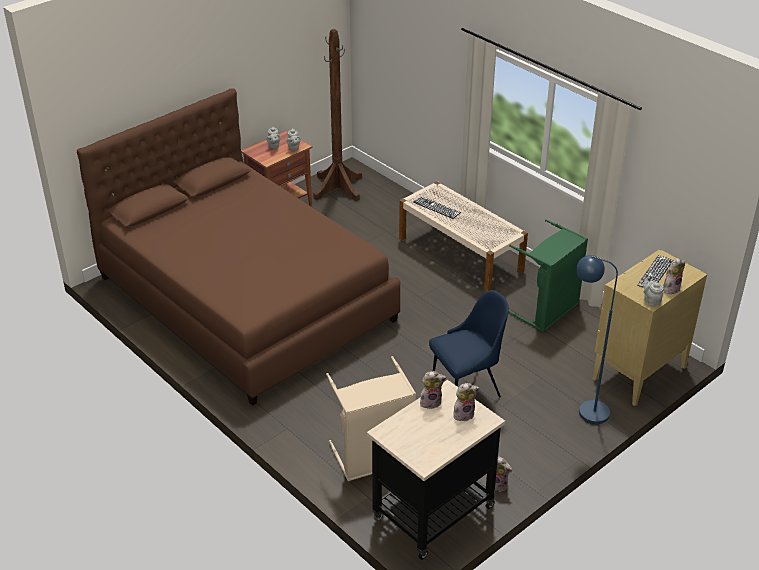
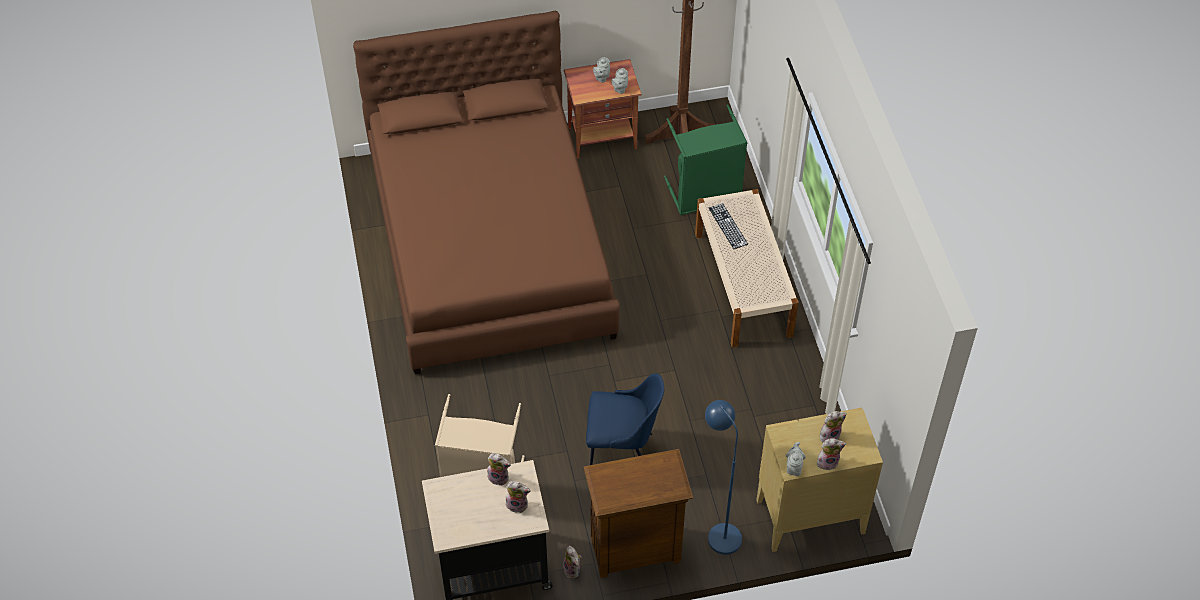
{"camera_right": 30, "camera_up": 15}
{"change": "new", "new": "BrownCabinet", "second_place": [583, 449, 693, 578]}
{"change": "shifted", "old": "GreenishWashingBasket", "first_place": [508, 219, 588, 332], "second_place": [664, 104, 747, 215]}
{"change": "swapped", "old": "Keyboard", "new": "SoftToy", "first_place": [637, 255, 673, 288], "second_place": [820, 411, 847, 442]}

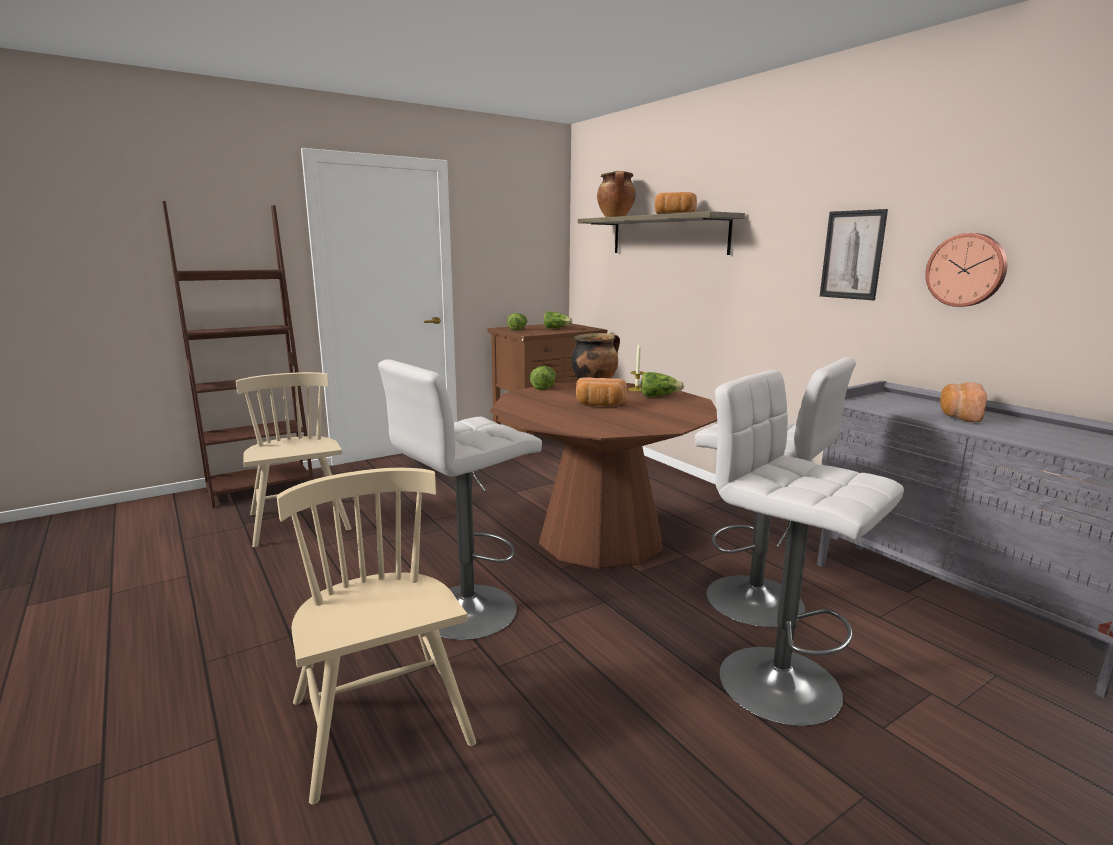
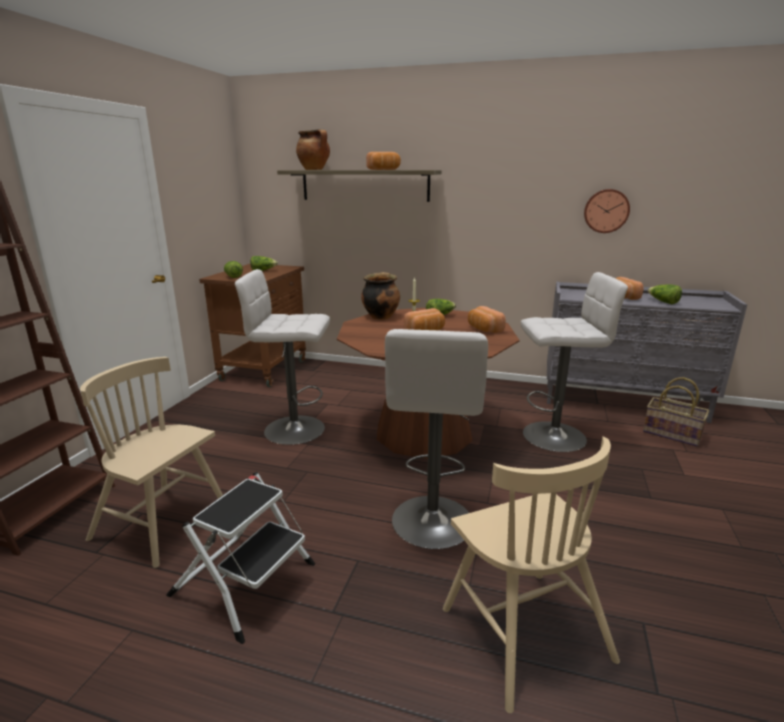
{"camera_right": -40, "camera_up": 5}
{"change": "gone", "old": "WallArt", "first_place": [820, 209, 888, 300]}
{"change": "new", "new": "StepStool", "second_place": [166, 472, 315, 644]}
{"change": "new", "new": "Bread", "second_place": [468, 306, 506, 333]}
{"change": "new", "new": "Basket", "second_place": [643, 377, 709, 447]}
{"change": "shifted", "old": "HeadOfLettuce", "first_place": [530, 366, 556, 390], "second_place": [647, 285, 682, 304]}
{"change": "shifted", "old": "WhitishStool", "first_place": [715, 370, 904, 726], "second_place": [235, 269, 330, 445]}
{"change": "rotated", "old": "SandColouredChair", "first_place": [277, 468, 476, 805], "second_place": [443, 436, 620, 713], "degrees": -135}

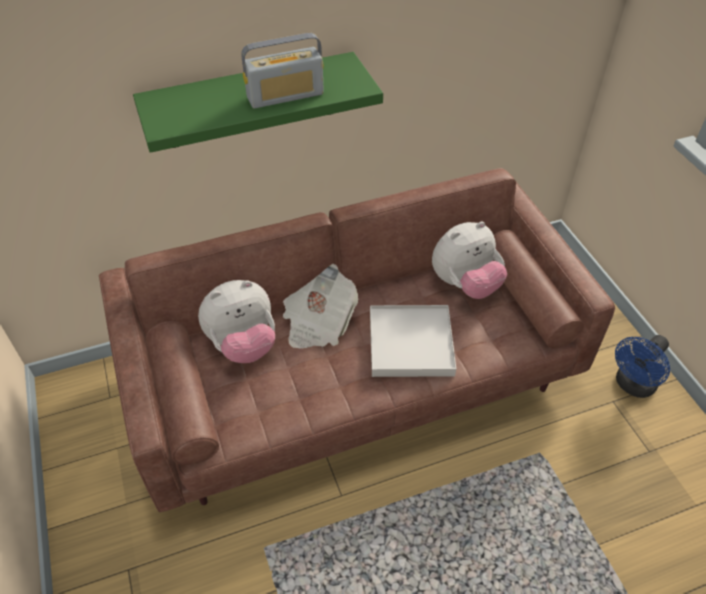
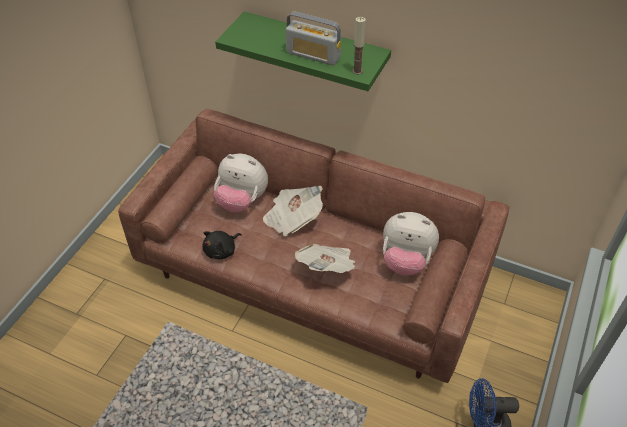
{"camera_right": 45, "camera_up": 0}
{"change": "new", "new": "BlackColouredSoftToy", "second_place": [202, 231, 242, 259]}
{"change": "new", "new": "WaxLight", "second_place": [352, 17, 366, 74]}
{"change": "swapped", "old": "WhitishCarryingTray", "new": "DailyPaper", "first_place": [370, 305, 456, 377], "second_place": [295, 244, 355, 273]}

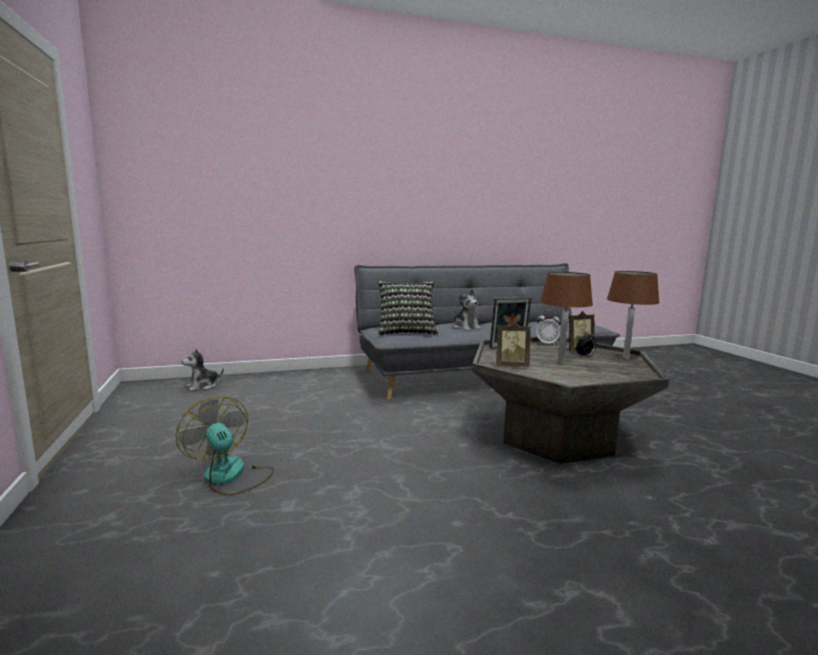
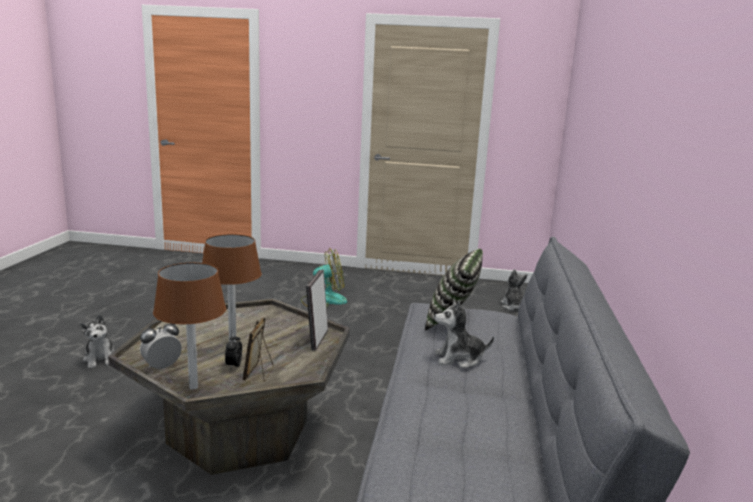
{"camera_right": 115, "camera_up": 5}
{"change": "gone", "old": "StandingFrame", "first_place": [496, 321, 531, 367]}
{"change": "new", "new": "SoftToy", "second_place": [79, 314, 114, 368]}
{"change": "shifted", "old": "TableClock", "first_place": [536, 311, 561, 346], "second_place": [140, 320, 182, 369]}

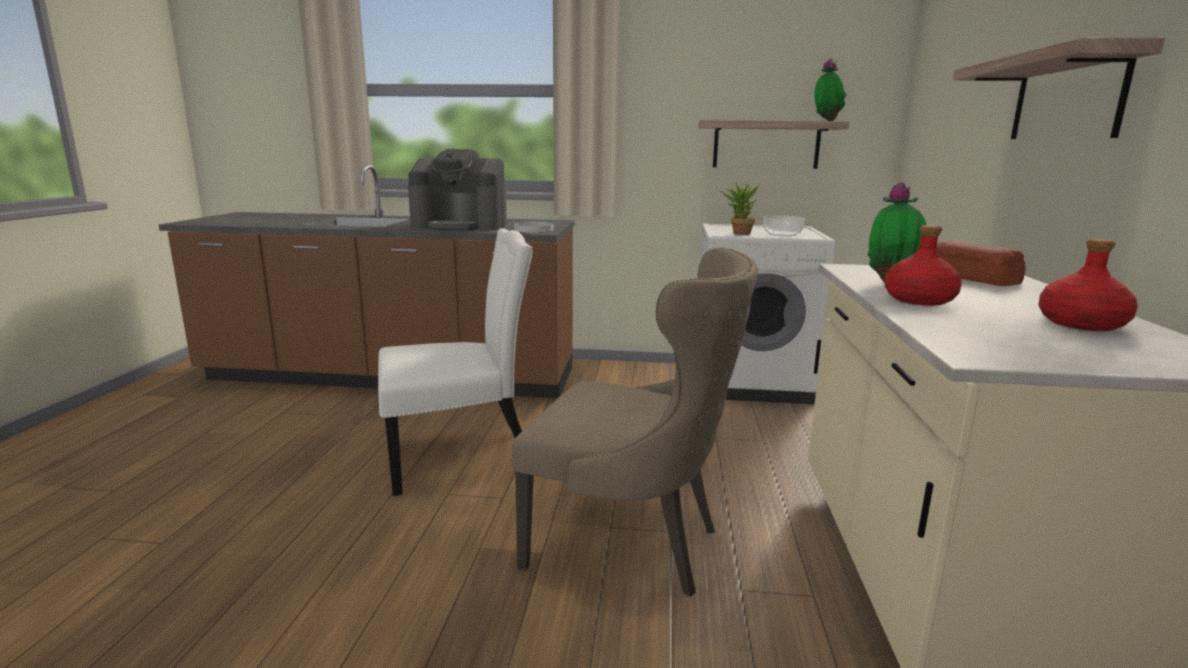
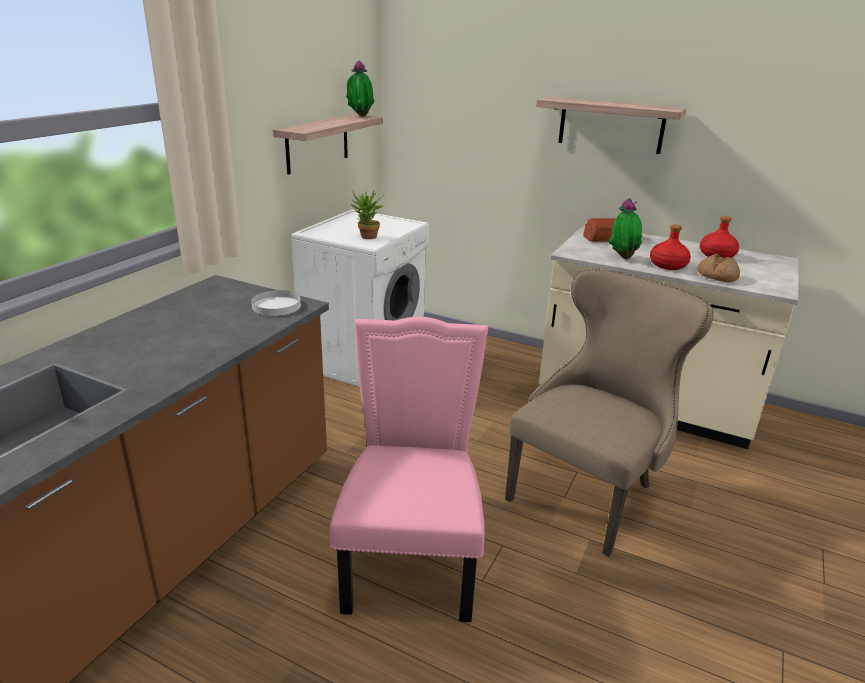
{"camera_right": -70, "camera_up": 10}
{"change": "gone", "old": "CoffeeBrewer", "first_place": [408, 149, 507, 231]}
{"change": "gone", "old": "DeepDish", "first_place": [764, 215, 805, 236]}
{"change": "new", "new": "Bread", "second_place": [697, 254, 740, 282]}
{"change": "repainted", "old": "WhitishChair", "new": "PinkColouredChair", "first_place": [378, 228, 532, 496], "second_place": [330, 316, 488, 622]}

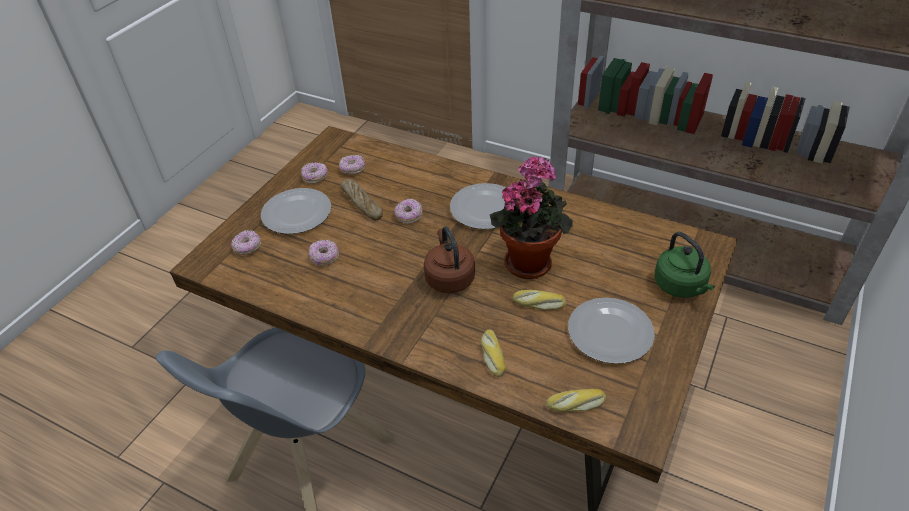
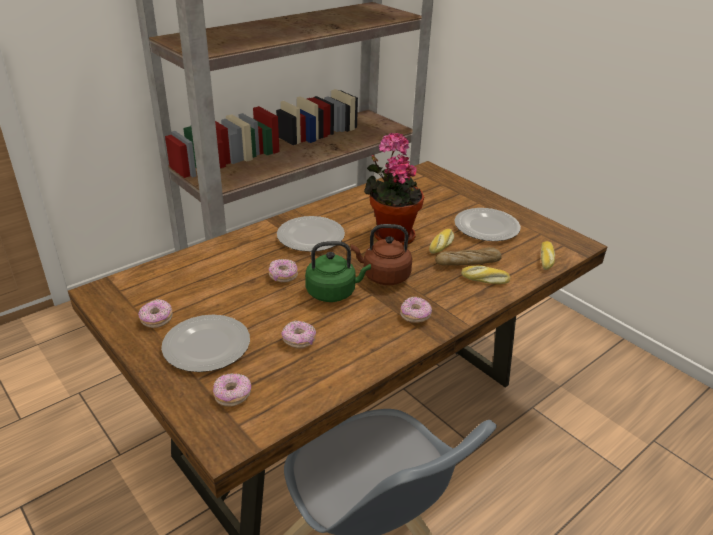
{"camera_right": -70, "camera_up": -10}
{"change": "shifted", "old": "RingDoughnut", "first_place": [339, 155, 366, 175], "second_place": [400, 296, 432, 323]}
{"change": "shifted", "old": "Bread", "first_place": [341, 179, 383, 220], "second_place": [435, 247, 502, 266]}
{"change": "shifted", "old": "GreenishKettle", "first_place": [654, 232, 715, 298], "second_place": [305, 241, 371, 302]}

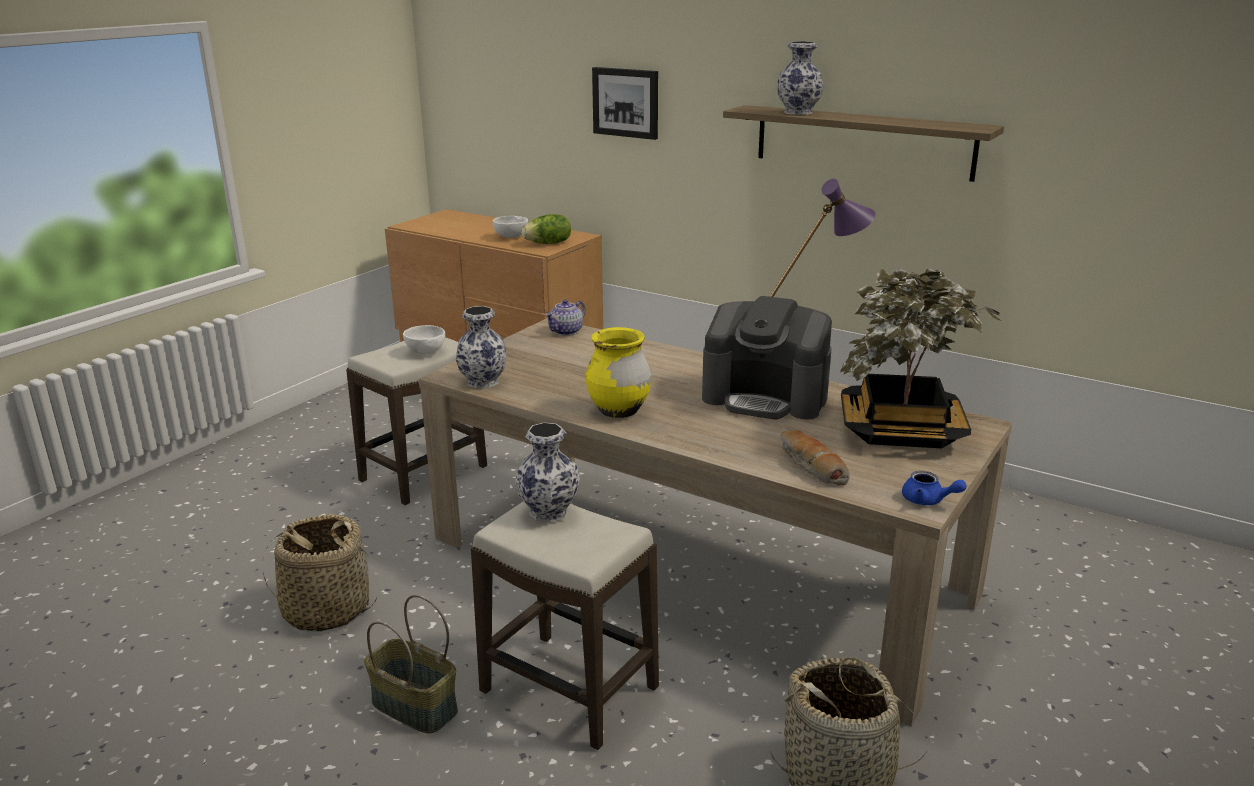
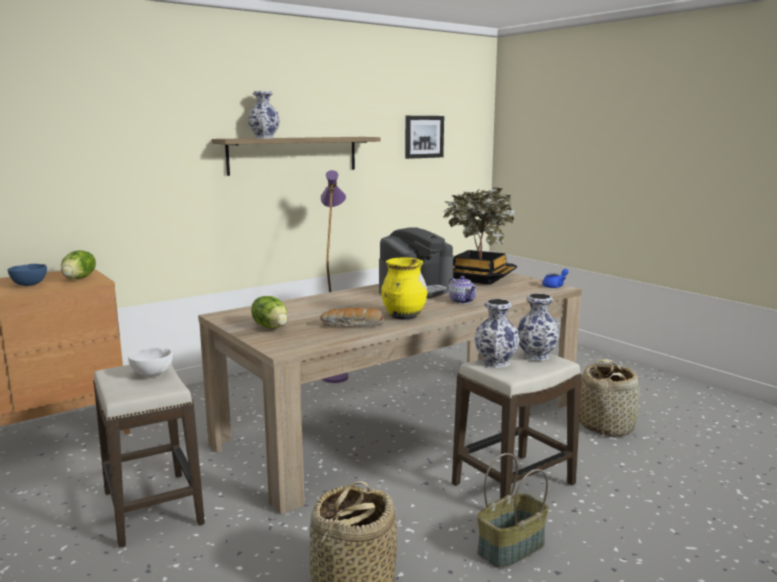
{"camera_right": -70, "camera_up": -10}
{"change": "new", "new": "HeadOfLettuce", "second_place": [251, 296, 288, 329]}
{"change": "shifted", "old": "DecorativeVase", "first_place": [456, 306, 506, 388], "second_place": [517, 293, 559, 361]}
{"change": "shifted", "old": "TeaPot", "first_place": [545, 300, 586, 336], "second_place": [448, 276, 477, 304]}
{"change": "shifted", "old": "WallArt", "first_place": [592, 67, 658, 140], "second_place": [405, 116, 444, 159]}
{"change": "shifted", "old": "Bread", "first_place": [781, 430, 850, 485], "second_place": [320, 307, 384, 327]}
{"change": "repainted", "old": "WhitishDeepDish", "new": "BluishDeepDish", "first_place": [493, 216, 528, 238], "second_place": [8, 264, 47, 286]}

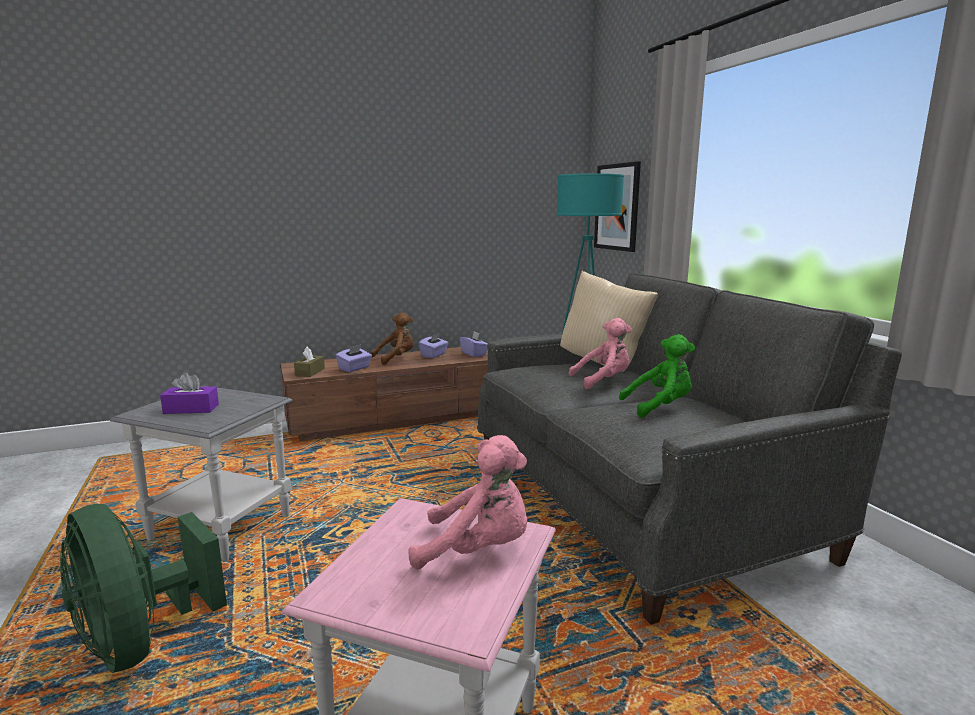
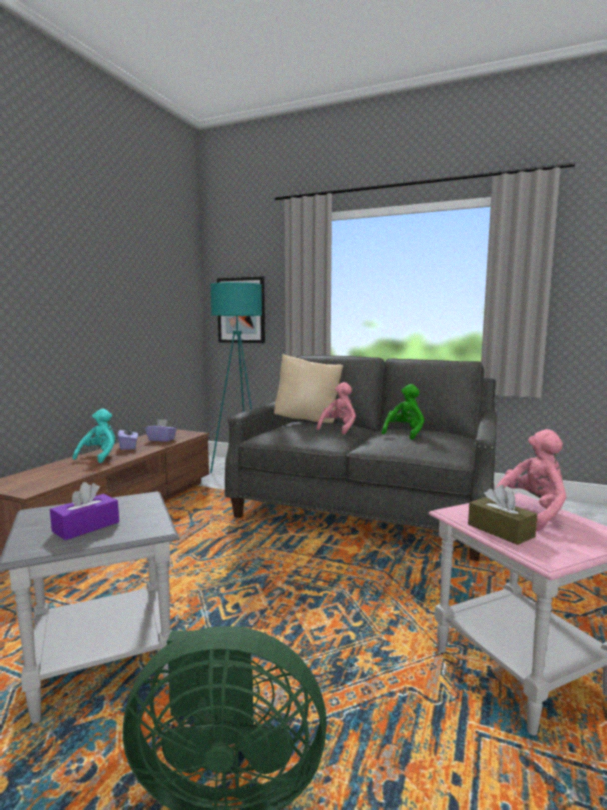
{"camera_right": -45, "camera_up": -5}
{"change": "gone", "old": "PurpleBoxOfTissues", "first_place": [336, 344, 372, 372]}
{"change": "shifted", "old": "BrownBoxOfTissues", "first_place": [294, 347, 325, 377], "second_place": [468, 485, 537, 545]}
{"change": "repainted", "old": "BrownSoftToy", "new": "TurquoiseSoftToy", "first_place": [371, 312, 414, 365], "second_place": [73, 409, 115, 463]}

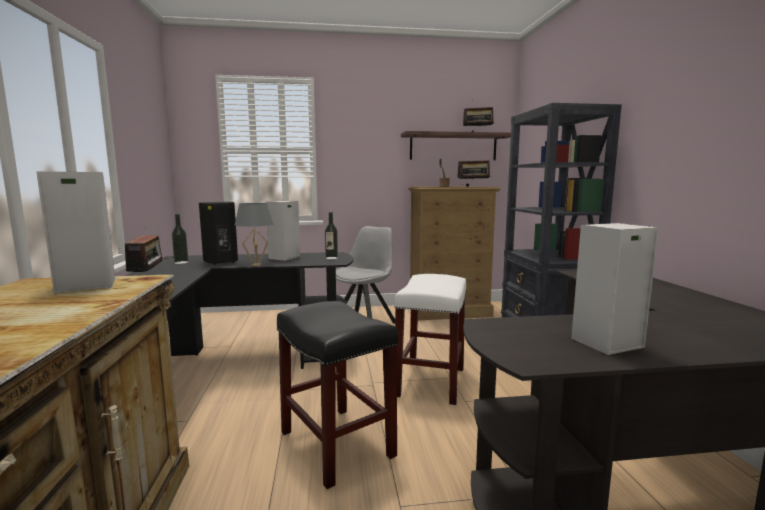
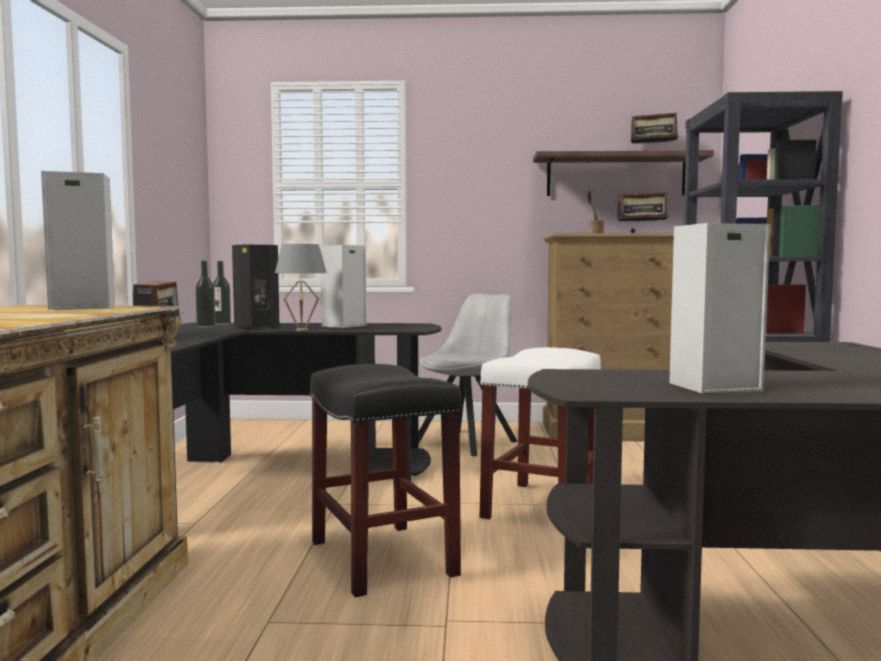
{"camera_right": 10, "camera_up": -5}
{"change": "shifted", "old": "Bottle", "first_place": [325, 212, 338, 259], "second_place": [213, 261, 231, 325]}

